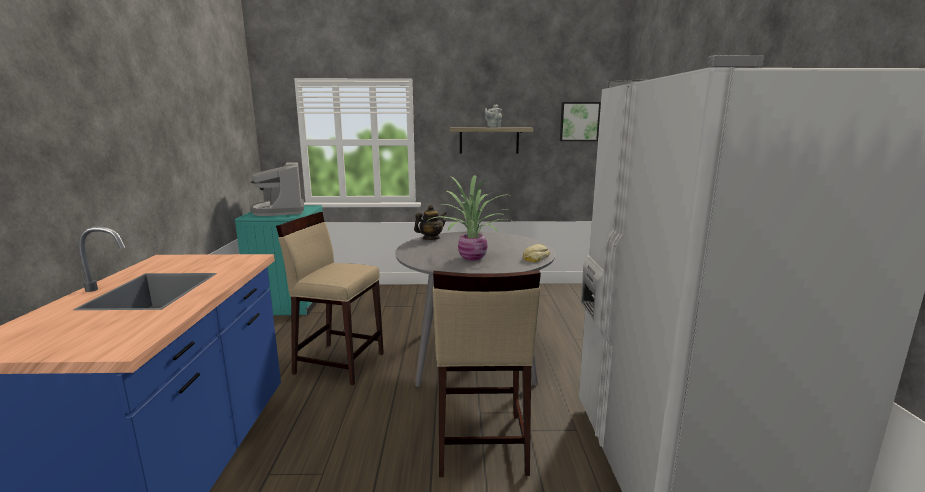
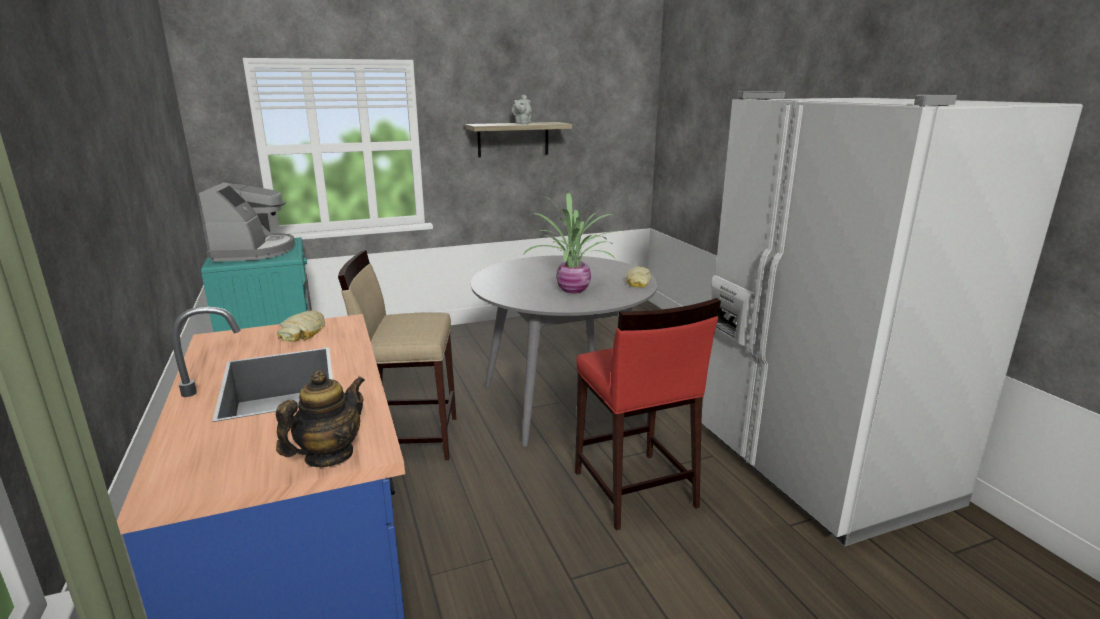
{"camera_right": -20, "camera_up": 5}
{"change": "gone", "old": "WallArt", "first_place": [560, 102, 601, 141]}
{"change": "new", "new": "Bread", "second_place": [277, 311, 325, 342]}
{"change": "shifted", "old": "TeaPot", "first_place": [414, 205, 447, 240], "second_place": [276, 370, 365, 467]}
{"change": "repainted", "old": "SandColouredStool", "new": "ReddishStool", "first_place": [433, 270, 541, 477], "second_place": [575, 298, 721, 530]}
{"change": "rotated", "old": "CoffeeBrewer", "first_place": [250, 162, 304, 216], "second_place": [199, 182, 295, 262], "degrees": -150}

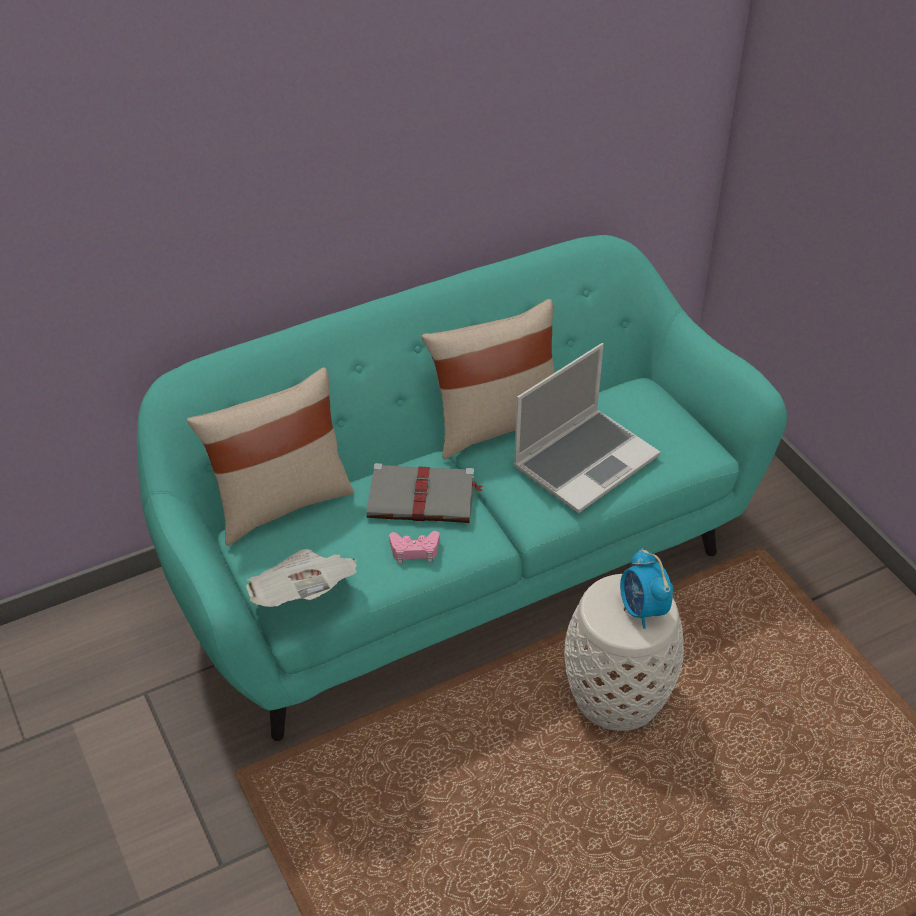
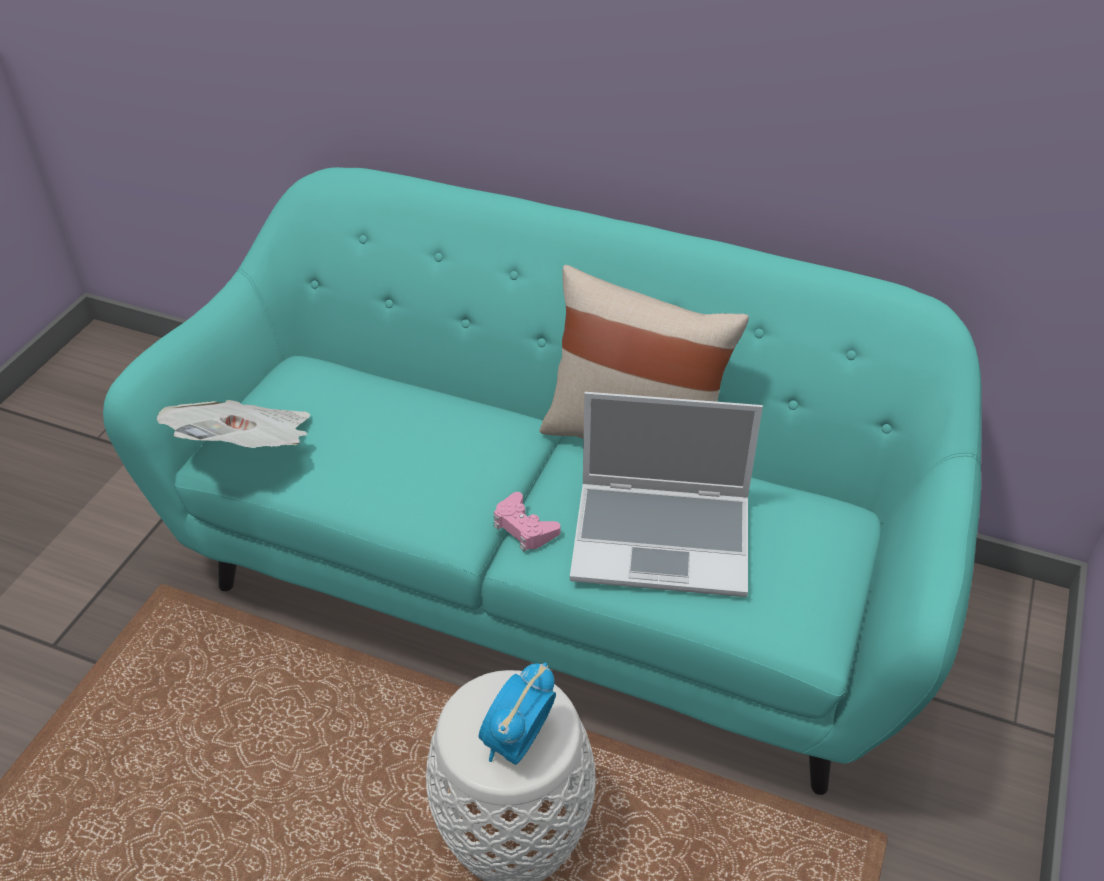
{"camera_right": 50, "camera_up": 0}
{"change": "gone", "old": "SandColouredPillow", "first_place": [187, 367, 354, 546]}
{"change": "gone", "old": "GreyBoundBook", "first_place": [366, 463, 482, 523]}
{"change": "shifted", "old": "PinkColouredGamepad", "first_place": [389, 531, 440, 563], "second_place": [494, 492, 560, 552]}

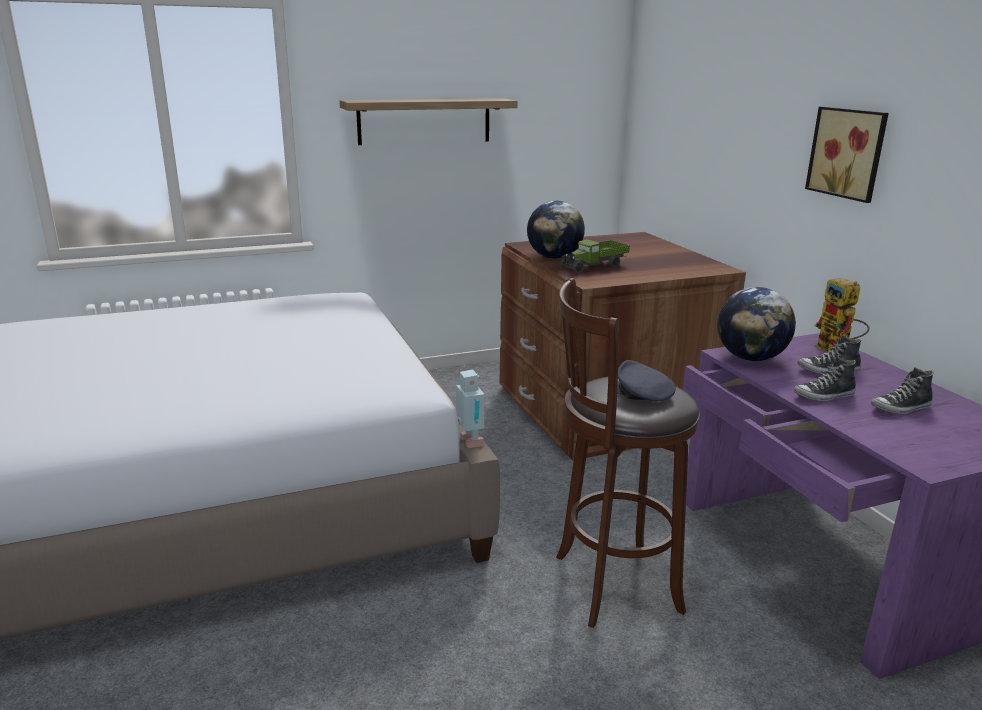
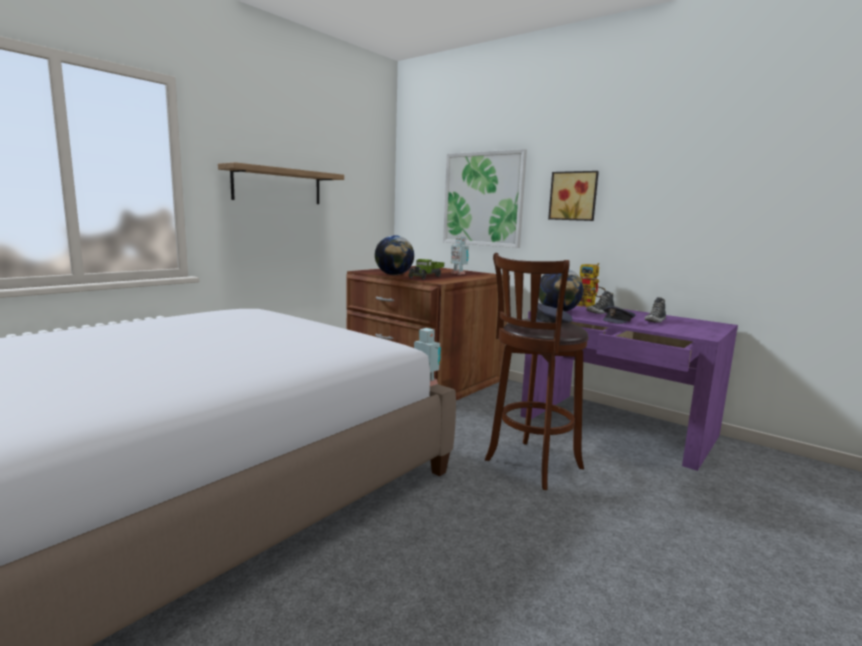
{"camera_right": -30, "camera_up": -10}
{"change": "new", "new": "WallArt", "second_place": [443, 149, 527, 248]}
{"change": "new", "new": "ModelRobot", "second_place": [451, 236, 469, 275]}
{"change": "swapped", "old": "ItemOfFootwear", "new": "GreyPeakedCap", "first_place": [794, 356, 856, 401], "second_place": [603, 306, 635, 324]}

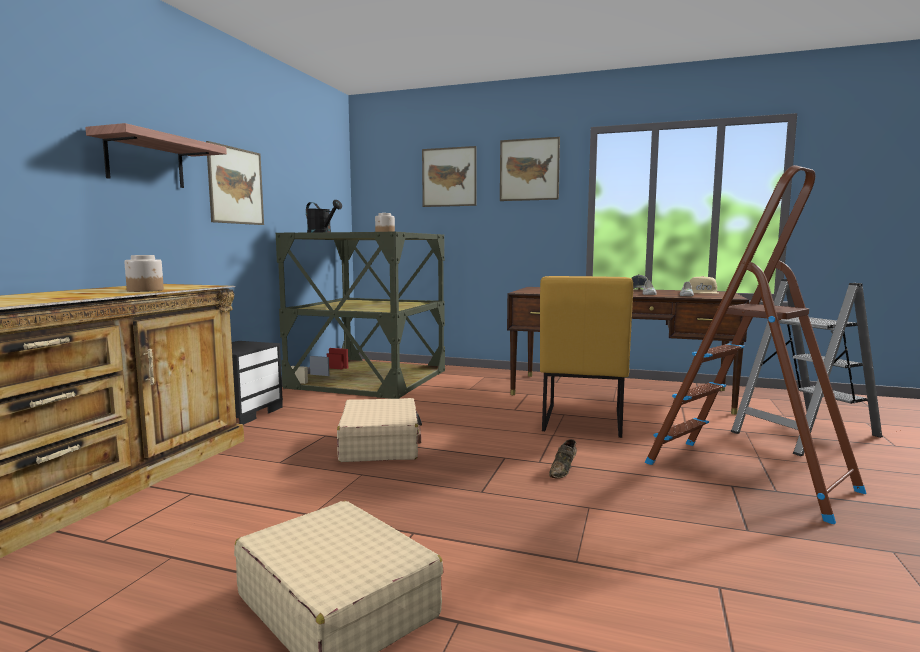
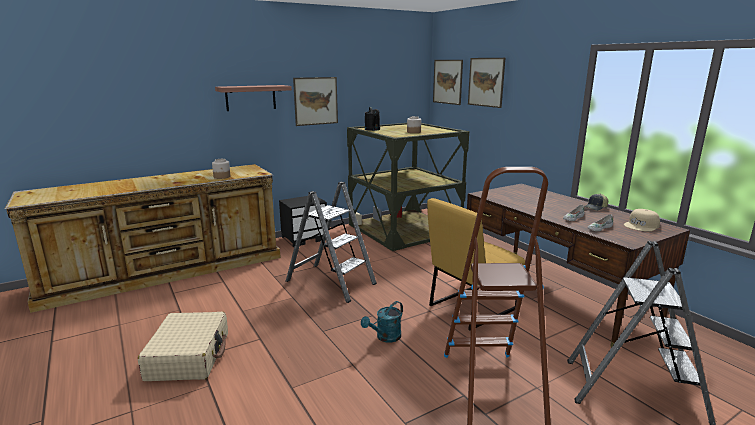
{"camera_right": 40, "camera_up": 10}
{"change": "shifted", "old": "WallArt", "first_place": [500, 137, 560, 201], "second_place": [433, 60, 463, 105]}
{"change": "swapped", "old": "SandColouredTravelCase", "new": "GreyStepStool", "first_place": [337, 398, 422, 462], "second_place": [286, 181, 377, 303]}
{"change": "swapped", "old": "BrownItemOfFootwear", "new": "TurquoiseSprinklingCan", "first_place": [549, 439, 577, 479], "second_place": [361, 301, 403, 343]}

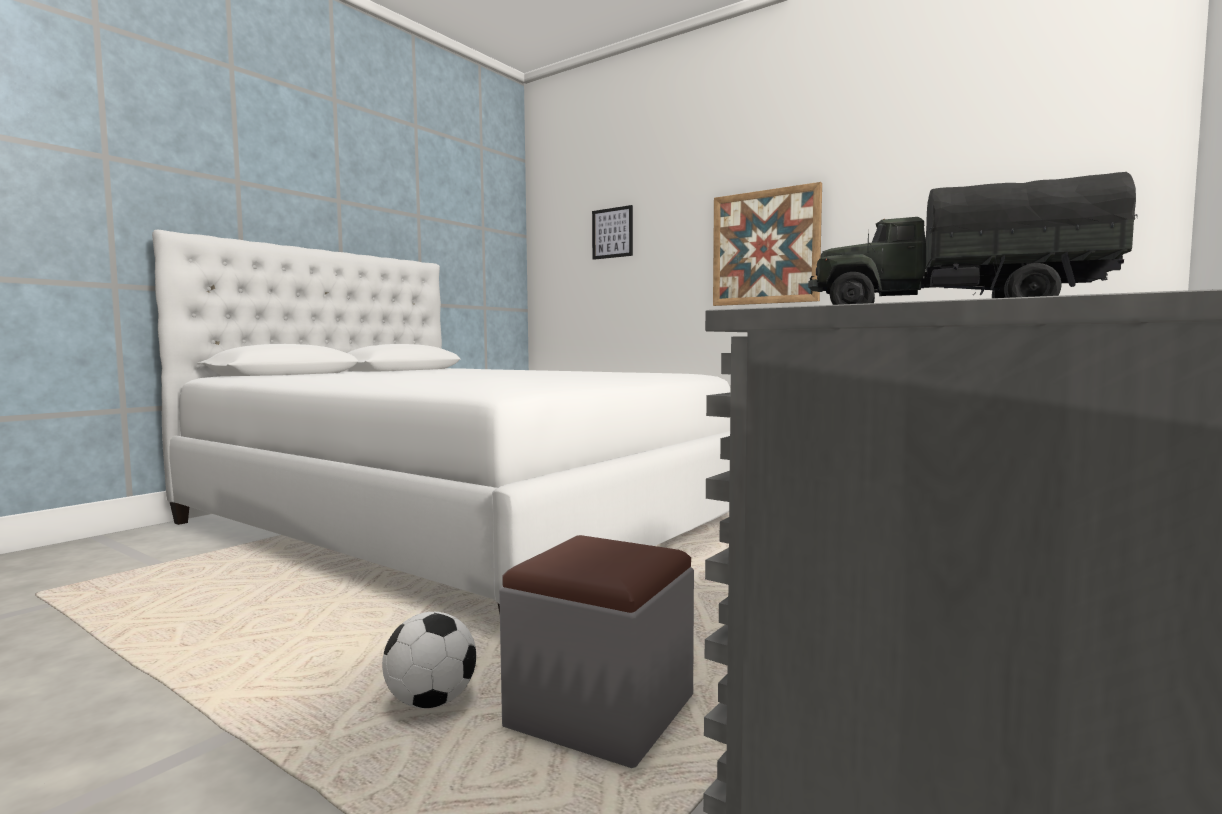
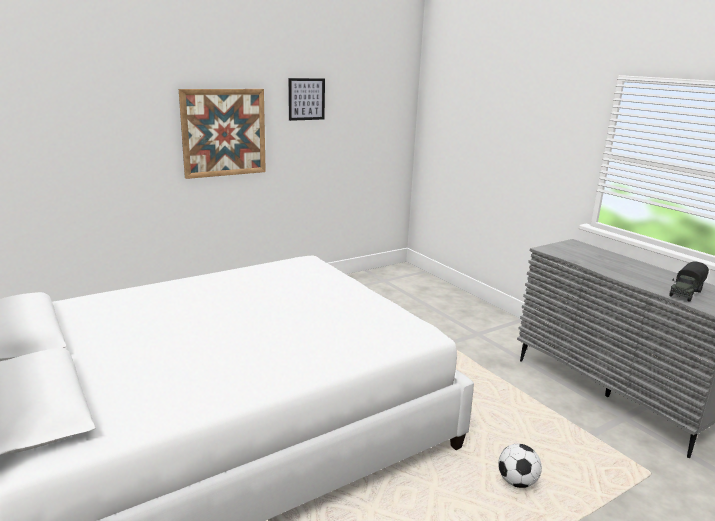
{"camera_right": -70, "camera_up": 15}
{"change": "gone", "old": "GreyPouffe", "first_place": [499, 535, 694, 768]}
{"change": "shifted", "old": "WallArt", "first_place": [592, 205, 633, 260], "second_place": [288, 78, 325, 121]}

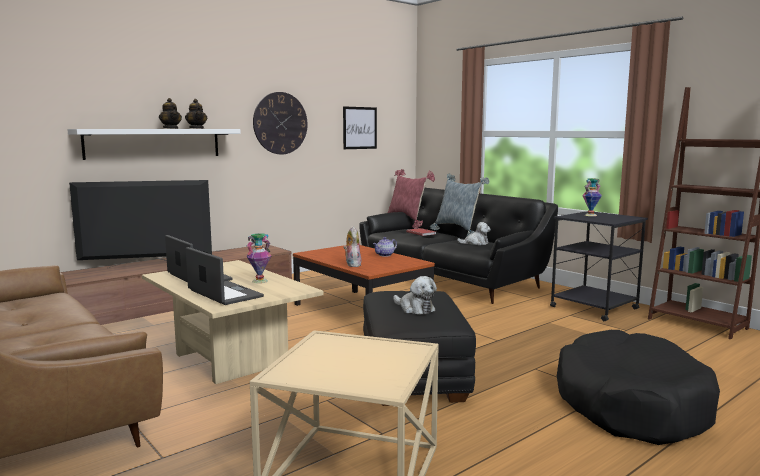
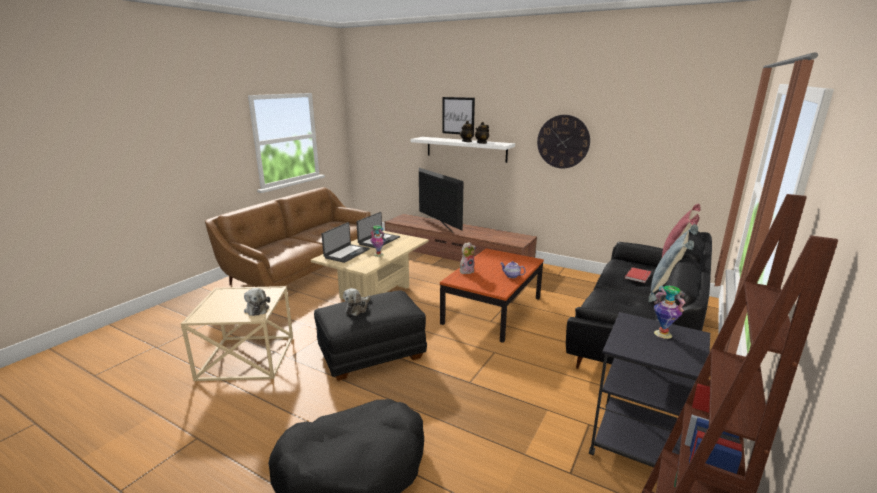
{"camera_right": 70, "camera_up": 10}
{"change": "shifted", "old": "WallArt", "first_place": [343, 106, 377, 149], "second_place": [442, 97, 475, 134]}
{"change": "shifted", "old": "SoftToy", "first_place": [457, 222, 491, 245], "second_place": [244, 288, 270, 316]}

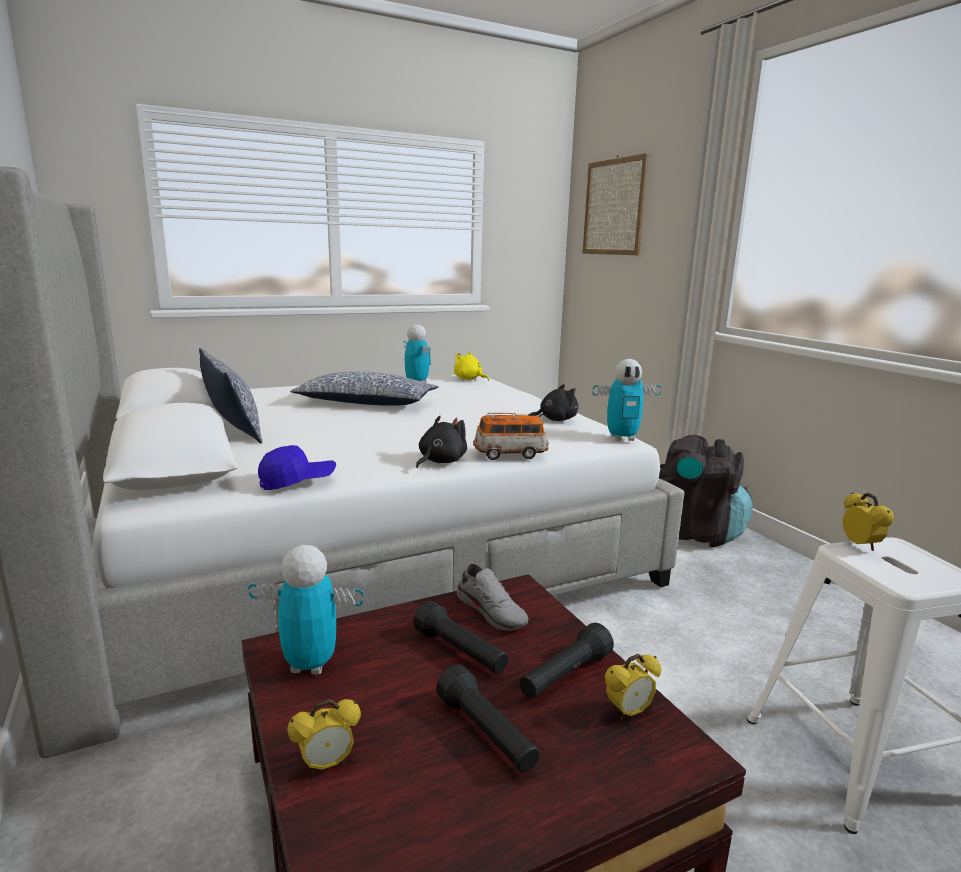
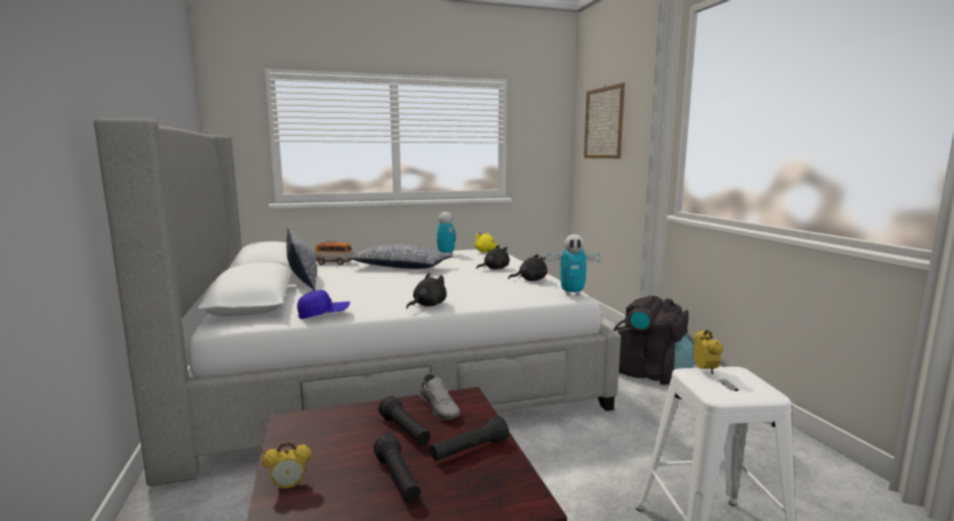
{"camera_right": 10, "camera_up": -5}
{"change": "gone", "old": "ModelRobot", "first_place": [248, 545, 363, 675]}
{"change": "gone", "old": "TableClock", "first_place": [605, 654, 661, 720]}
{"change": "new", "new": "BlackColouredSoftToy", "second_place": [476, 245, 510, 269]}
{"change": "shifted", "old": "ModelCar", "first_place": [473, 413, 549, 460], "second_place": [314, 241, 354, 265]}

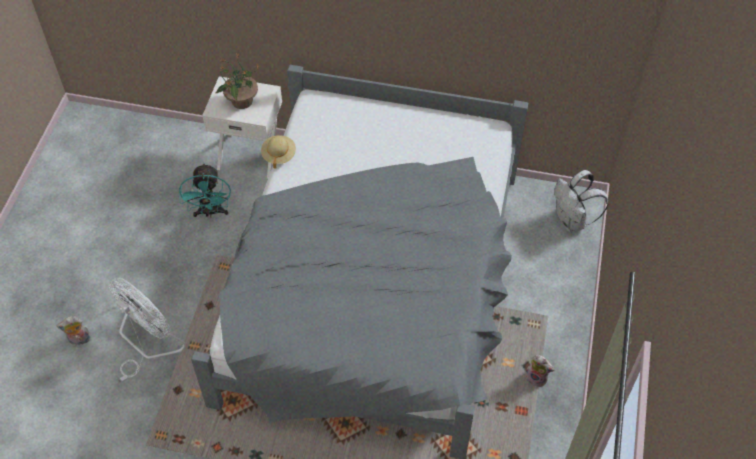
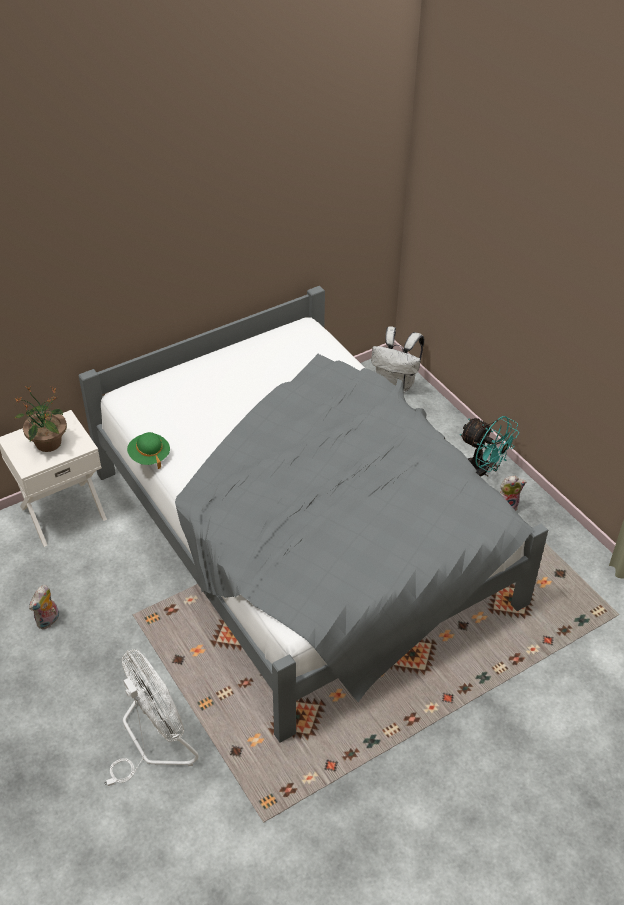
{"camera_right": -45, "camera_up": -10}
{"change": "shifted", "old": "SoftToy", "first_place": [57, 316, 91, 345], "second_place": [29, 585, 59, 629]}
{"change": "shifted", "old": "TurquoiseCoolingFan", "first_place": [179, 163, 231, 218], "second_place": [460, 416, 519, 477]}
{"change": "repainted", "old": "SandColouredWearableHat", "new": "GreenishWearableHat", "first_place": [261, 135, 296, 169], "second_place": [127, 432, 170, 469]}
{"change": "rotated", "old": "WhitishCoolingFan", "first_place": [109, 278, 186, 382], "second_place": [105, 650, 199, 786], "degrees": 60}

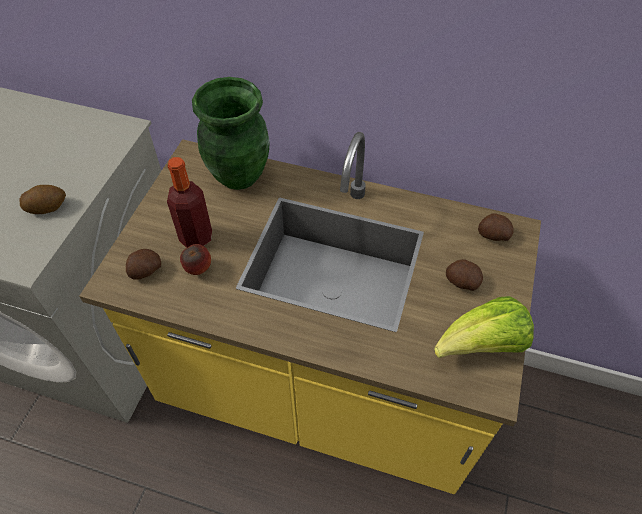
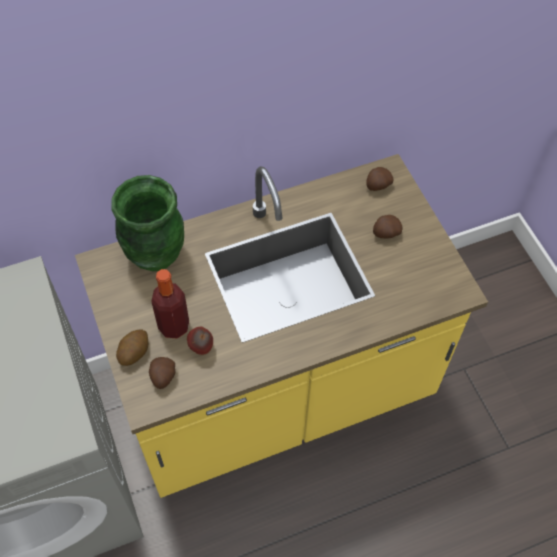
{"camera_right": -40, "camera_up": 5}
{"change": "gone", "old": "HeadOfLettuce", "first_place": [434, 296, 534, 358]}
{"change": "shifted", "old": "Spud", "first_place": [19, 185, 66, 214], "second_place": [116, 329, 148, 366]}

